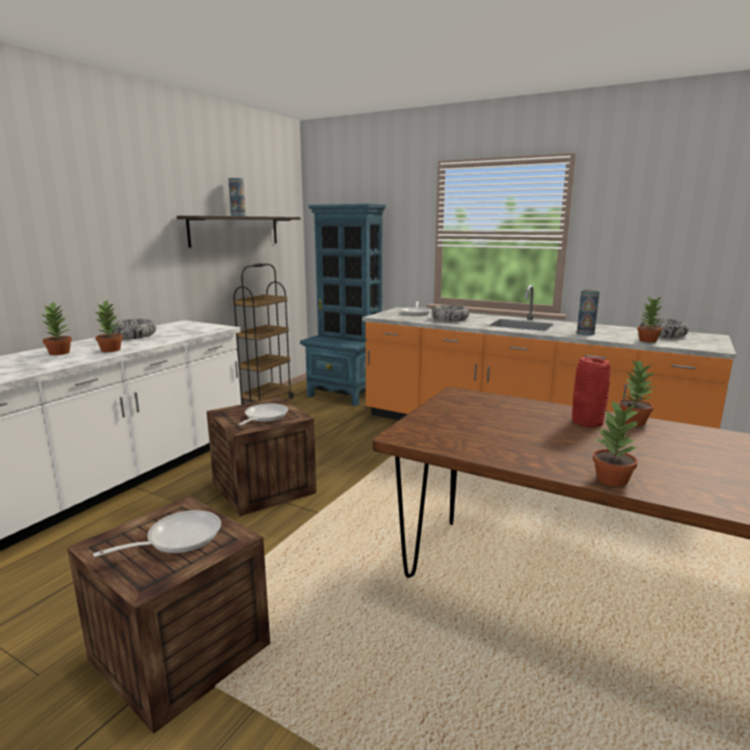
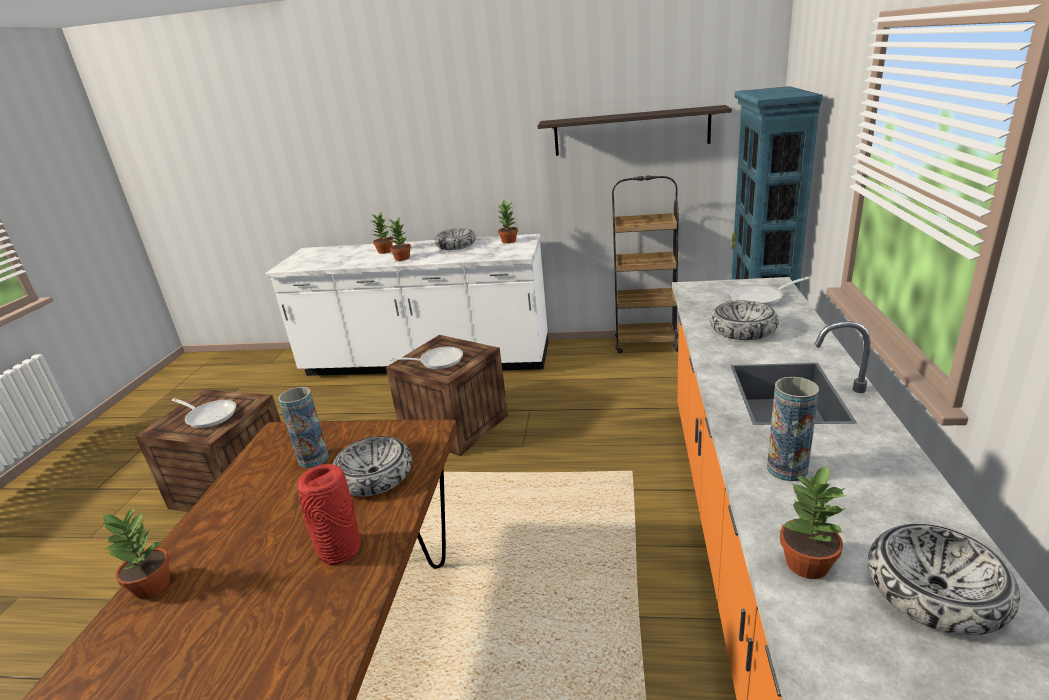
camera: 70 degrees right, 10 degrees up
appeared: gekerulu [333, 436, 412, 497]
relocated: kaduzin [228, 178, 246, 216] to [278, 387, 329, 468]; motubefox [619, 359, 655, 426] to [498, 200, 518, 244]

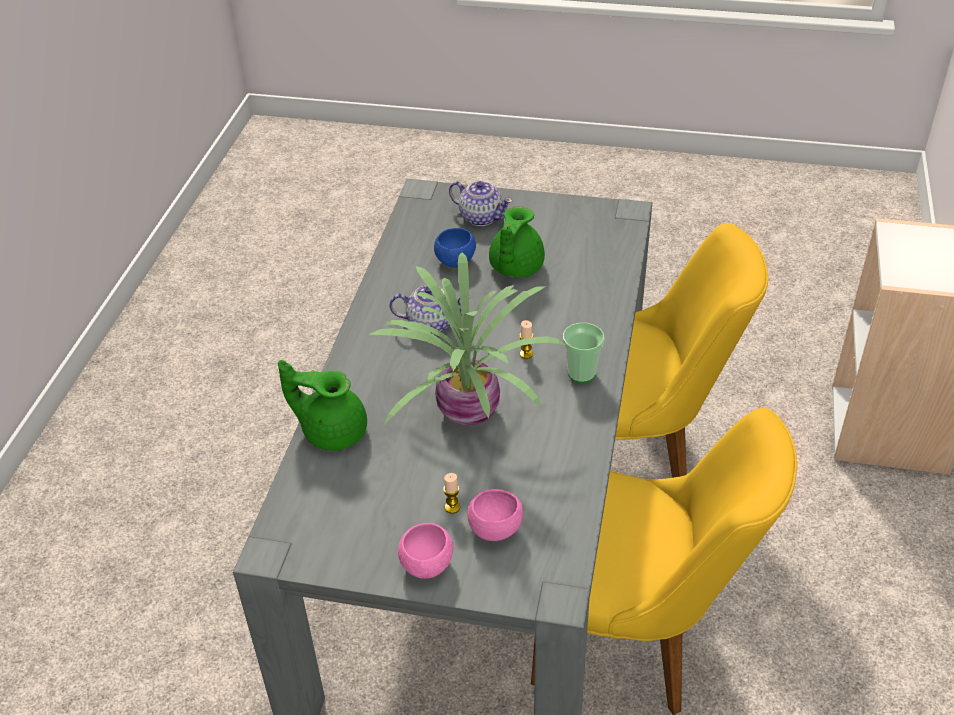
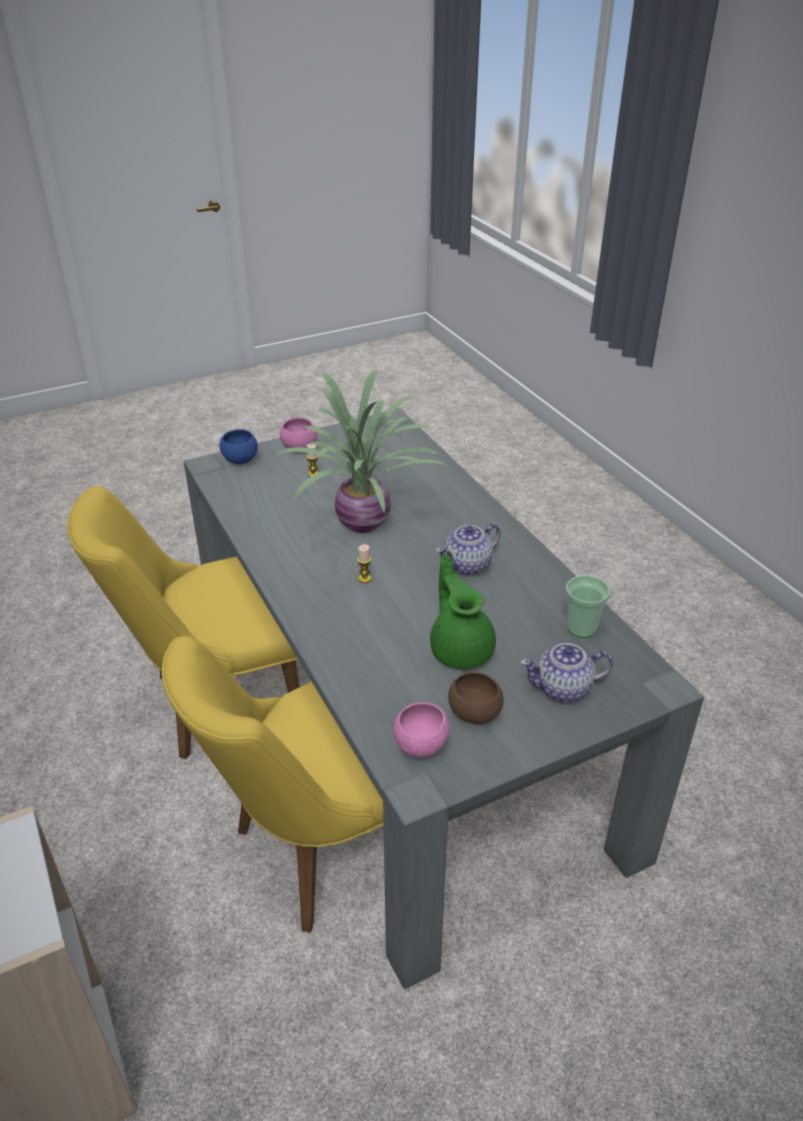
camera: 140 degrees right, 5 degrees down
missing: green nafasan [278, 360, 367, 451]
appeared: brown gekerulu [448, 672, 504, 724]
relocated: blue gekerulu [434, 228, 476, 267] to [219, 429, 258, 465]; pink gekerulu [467, 489, 523, 541] to [393, 702, 450, 758]; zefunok [563, 323, 605, 383] to [566, 575, 610, 638]

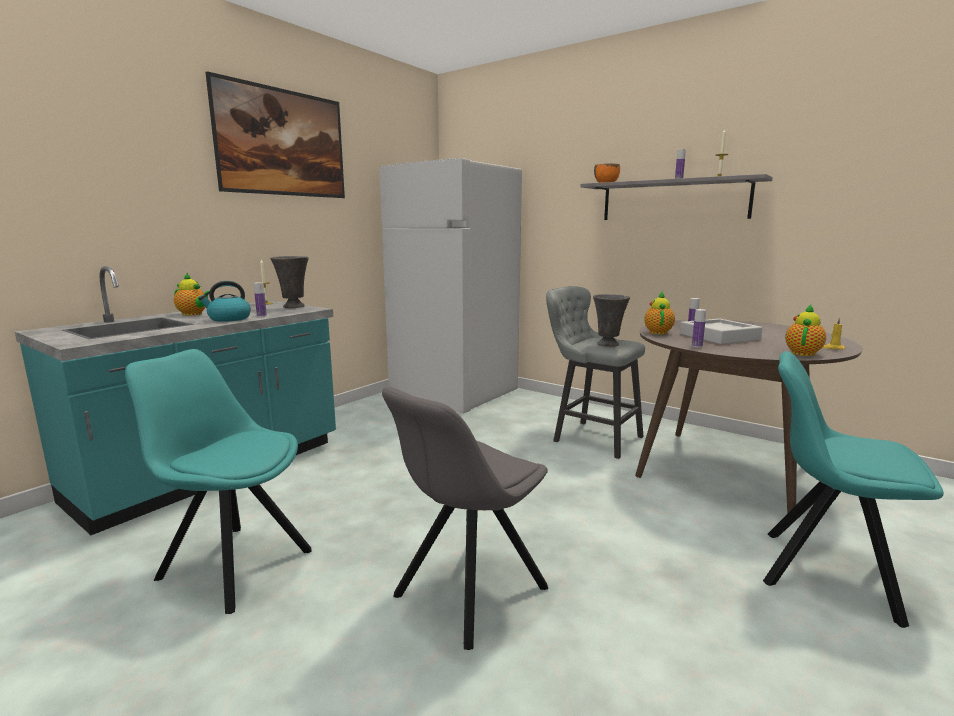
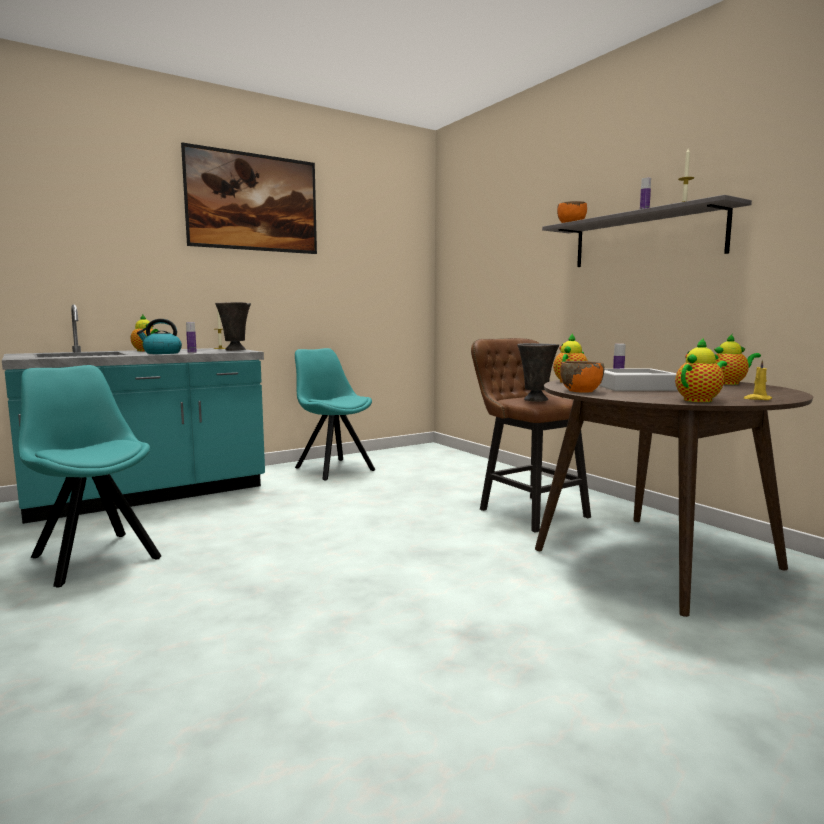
camera: 20 degrees right, 5 degrees down
missing: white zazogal [379, 158, 522, 414]; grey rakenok [382, 387, 548, 650]
appeared: nafasan [714, 334, 761, 385]
relocated: turquoise rakenok [763, 351, 944, 628] to [295, 348, 375, 480]
exchanged: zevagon [692, 309, 706, 348] to orange gekerulu [560, 361, 604, 393]
colour: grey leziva [546, 286, 645, 459] to brown leziva [471, 338, 591, 533]

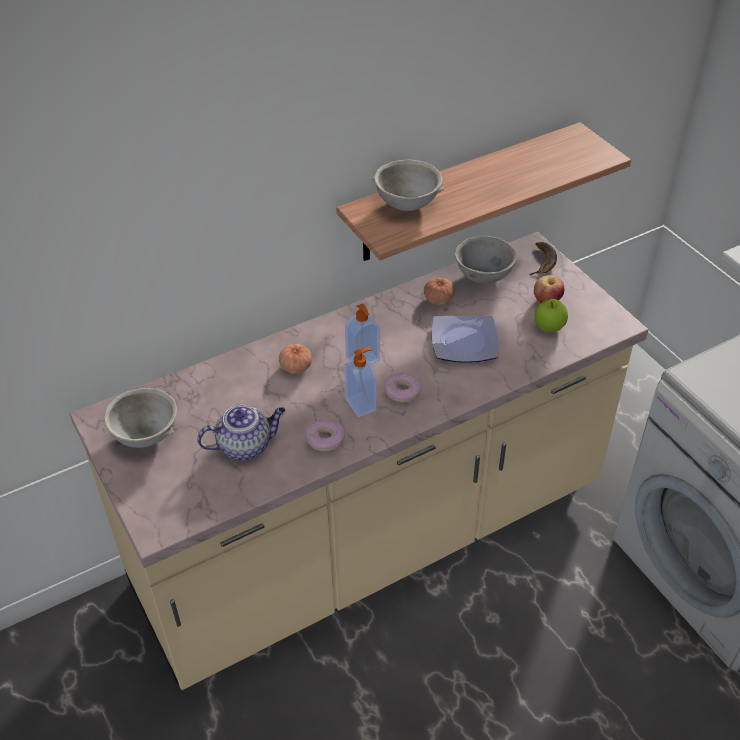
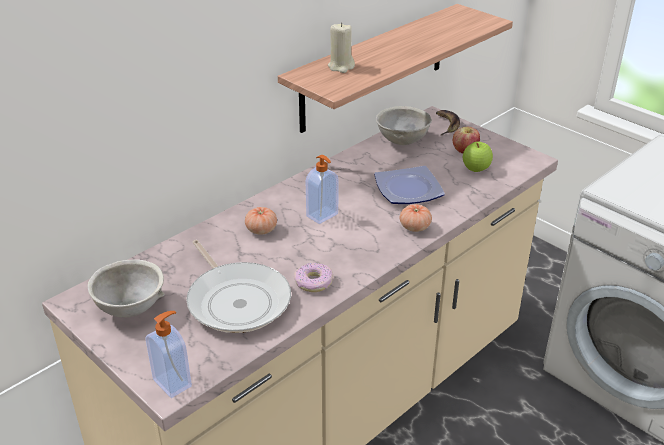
camera: 15 degrees left, 10 degrees down
missing: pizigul [384, 372, 422, 403]
relocated: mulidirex [344, 347, 377, 417] to [146, 311, 192, 398]; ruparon [424, 278, 455, 305] to [399, 204, 432, 232]
exchanged: nafasan [197, 405, 285, 460] to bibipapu [186, 240, 291, 333]; grey gekerulu [372, 160, 444, 211] to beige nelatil [328, 22, 355, 73]

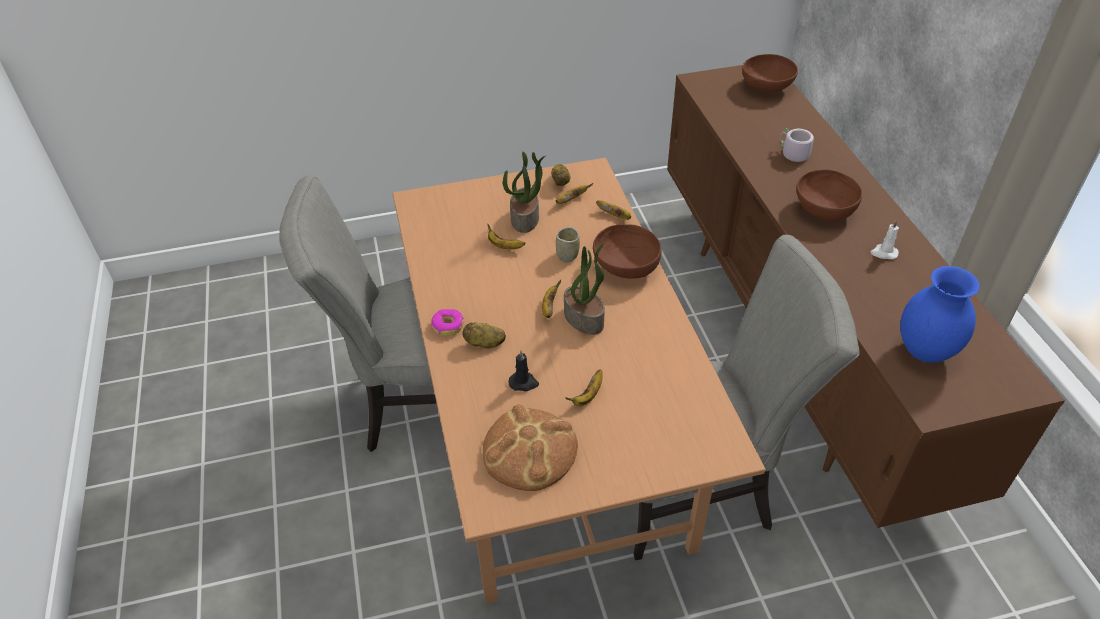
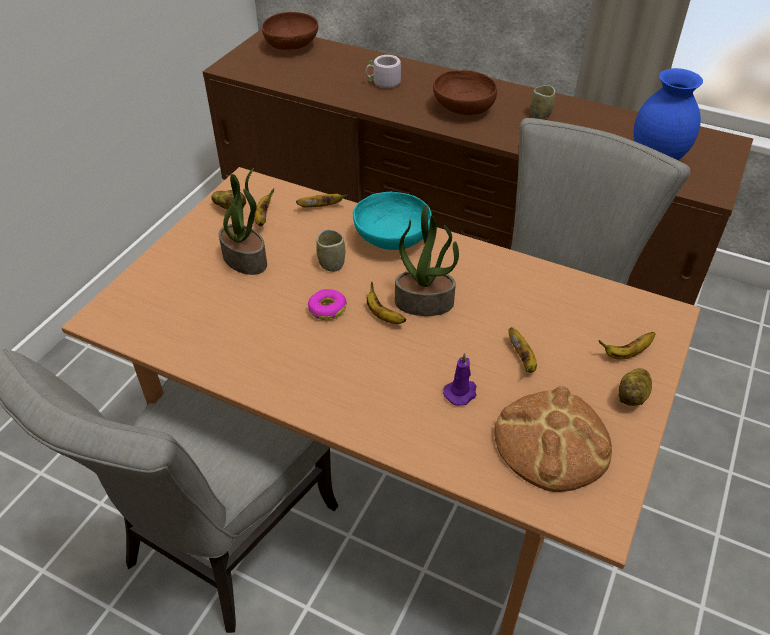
camera: 50 degrees left, 0 degrees up
relocated: pizigul [431, 309, 464, 336] to [308, 289, 347, 320]; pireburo [462, 323, 506, 349] to [618, 368, 652, 406]; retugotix [488, 224, 525, 249] to [598, 332, 655, 360]
exchanged: white nelatil [870, 219, 899, 259] to zefunok [531, 85, 555, 119]
colour: black nelatil [509, 350, 539, 391] to purple nelatil [443, 353, 476, 406]; brown gekerulu [593, 224, 662, 278] to turquoise gekerulu [353, 192, 432, 250]

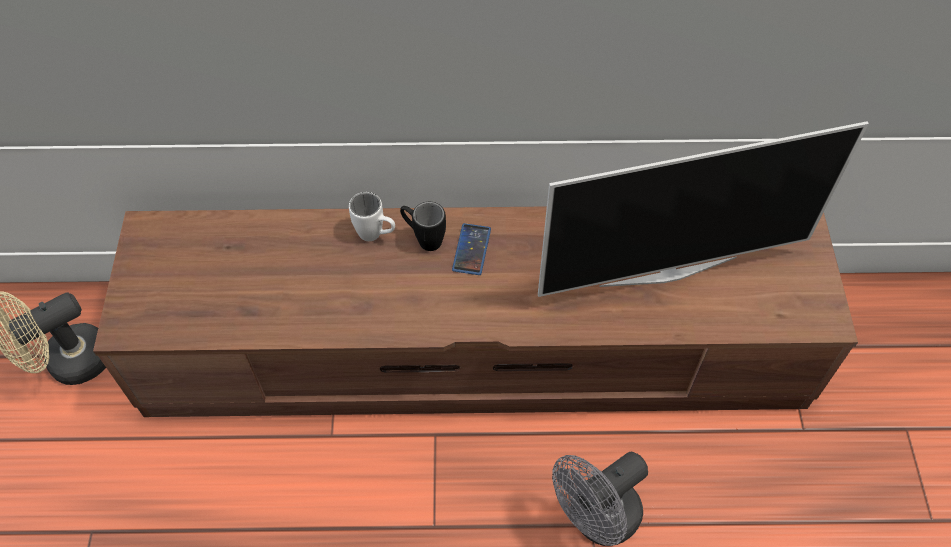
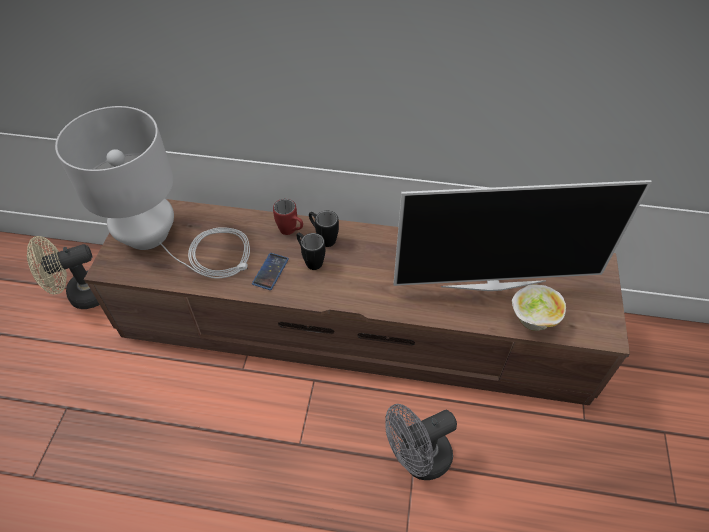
camera: 10 degrees right, 5 degrees down
appeared: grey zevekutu [55, 106, 250, 278]; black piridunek [297, 233, 325, 270]; gekerulu [512, 284, 566, 331]
relocated: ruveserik [452, 223, 491, 275] to [252, 253, 289, 290]
colour: white piridunek [349, 192, 395, 241] to red piridunek [273, 199, 303, 235]

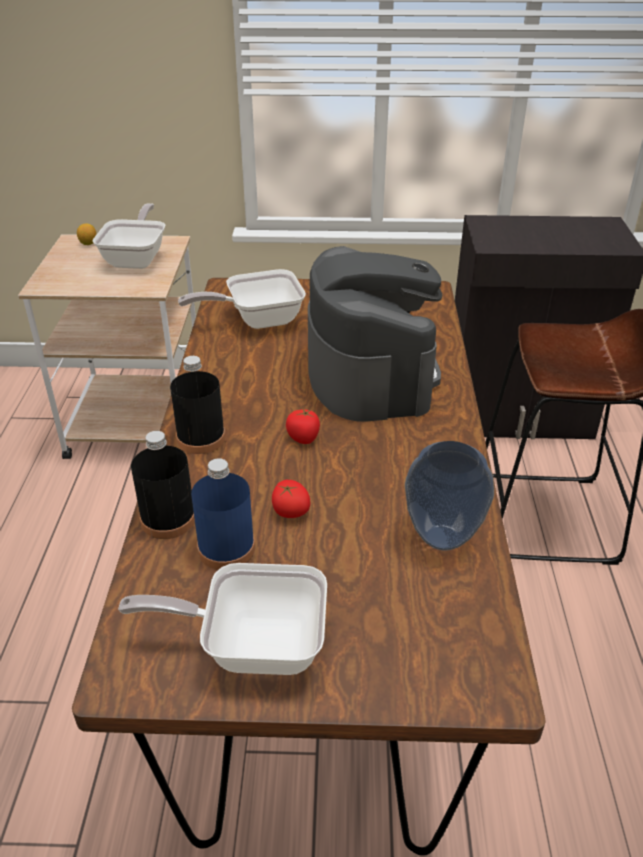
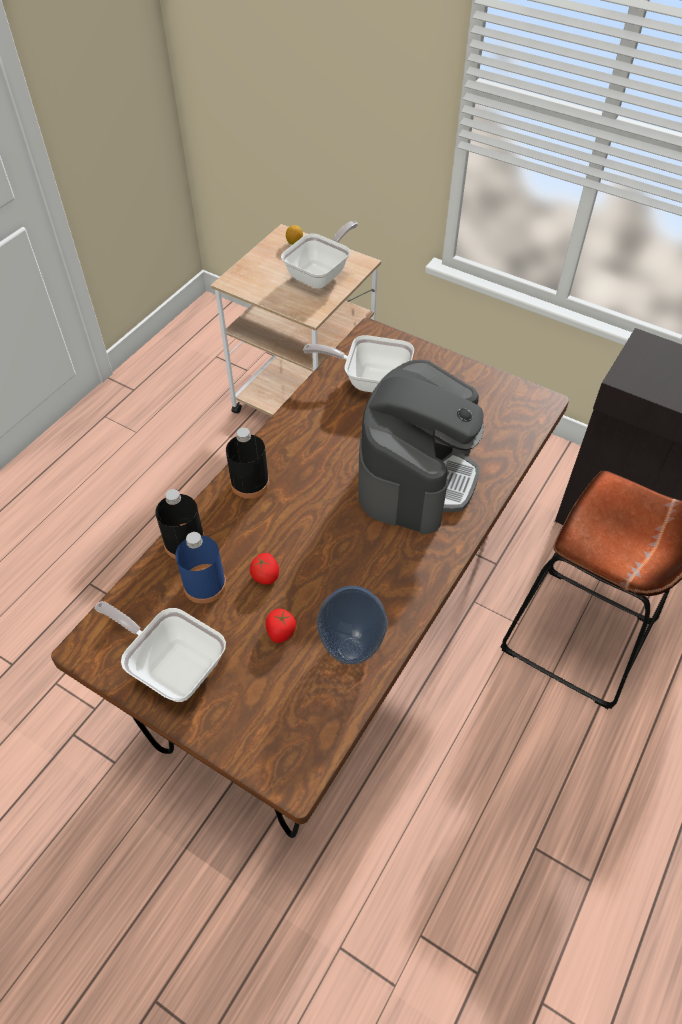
camera: 30 degrees right, 15 degrees up
relocated: ruparon [286, 408, 320, 444] to [265, 608, 296, 643]

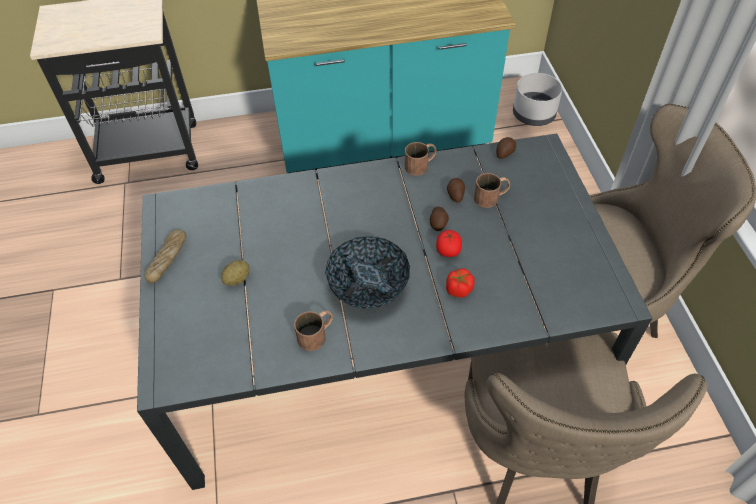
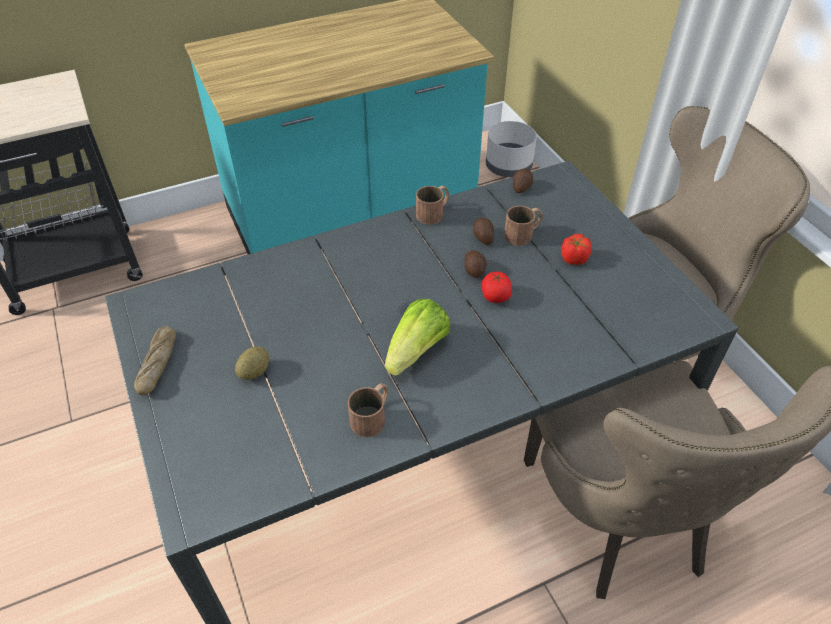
camera: 15 degrees left, 5 degrees down
relocated: ruparon [446, 268, 474, 298] to [561, 234, 592, 265]
exchanged: gekerulu [325, 236, 410, 309] to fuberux [385, 299, 450, 376]

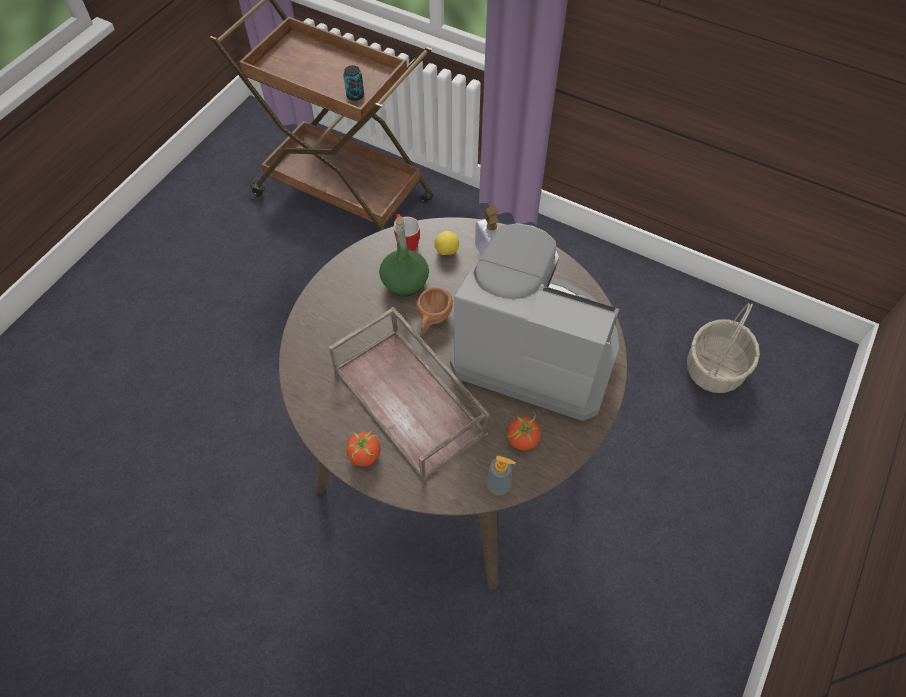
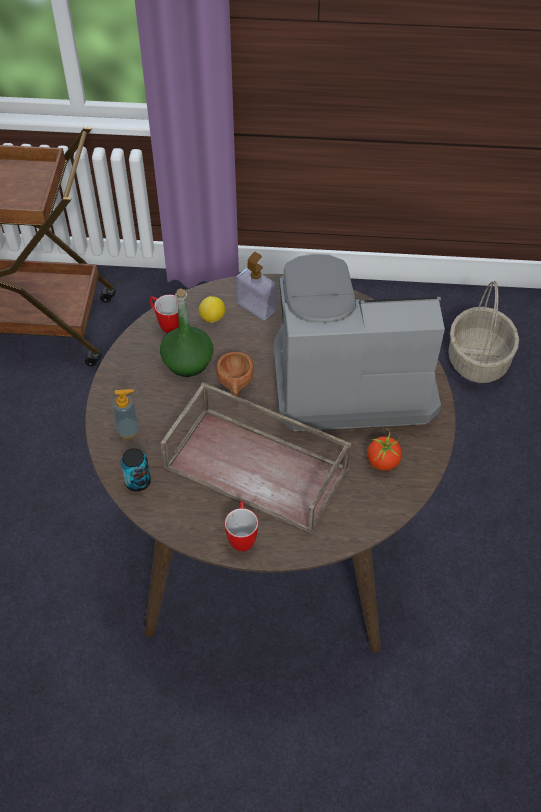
camera: 25 degrees left, 5 degrees down
relocated: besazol [343, 65, 364, 101] to [121, 448, 151, 492]; mulidirex [486, 456, 516, 496] to [112, 389, 140, 439]
exchanged: ruparon [344, 430, 380, 466] to piridunek [225, 501, 258, 551]

